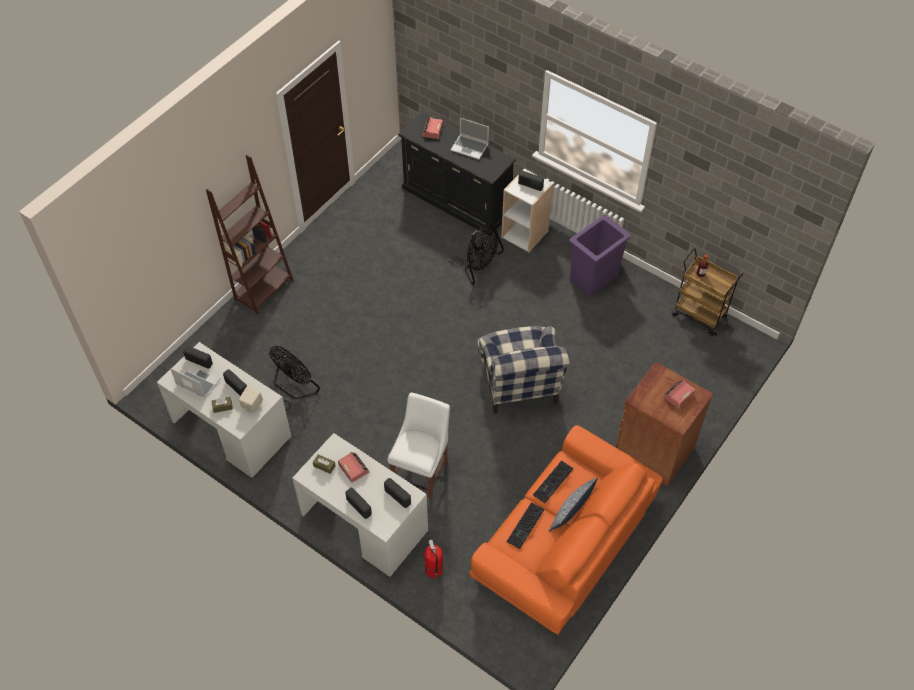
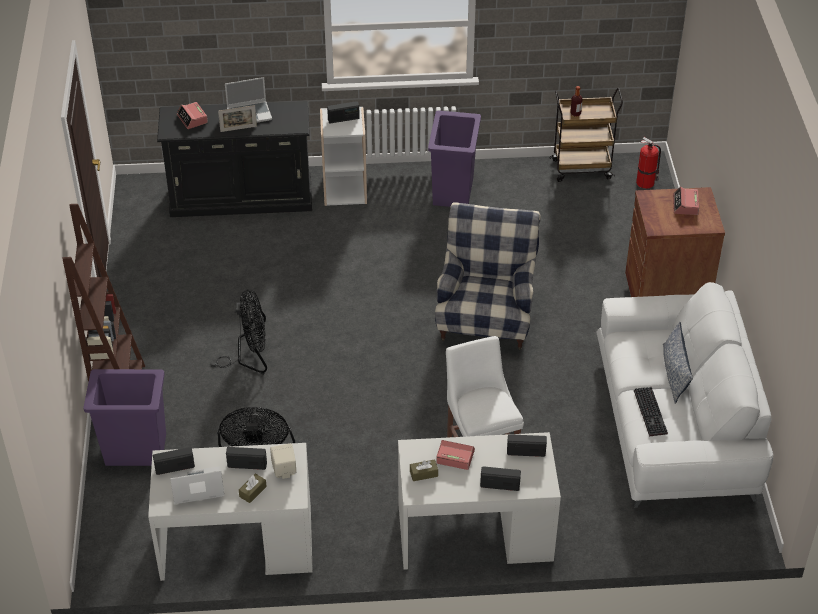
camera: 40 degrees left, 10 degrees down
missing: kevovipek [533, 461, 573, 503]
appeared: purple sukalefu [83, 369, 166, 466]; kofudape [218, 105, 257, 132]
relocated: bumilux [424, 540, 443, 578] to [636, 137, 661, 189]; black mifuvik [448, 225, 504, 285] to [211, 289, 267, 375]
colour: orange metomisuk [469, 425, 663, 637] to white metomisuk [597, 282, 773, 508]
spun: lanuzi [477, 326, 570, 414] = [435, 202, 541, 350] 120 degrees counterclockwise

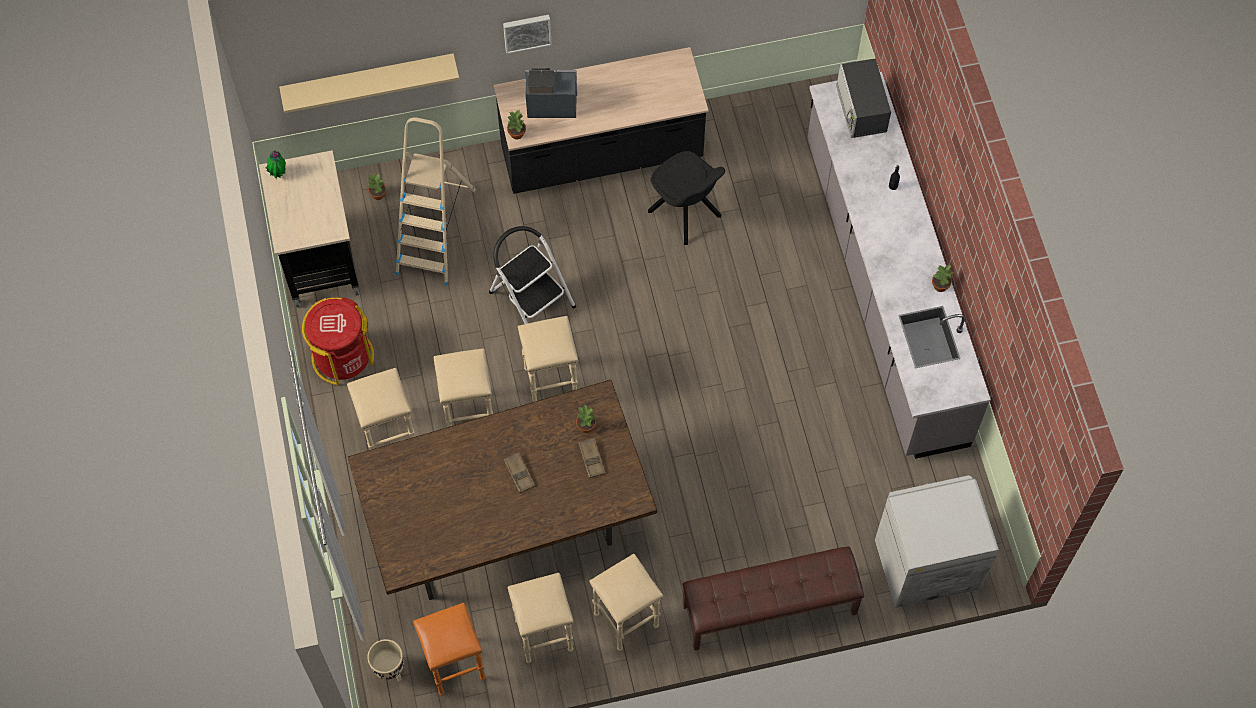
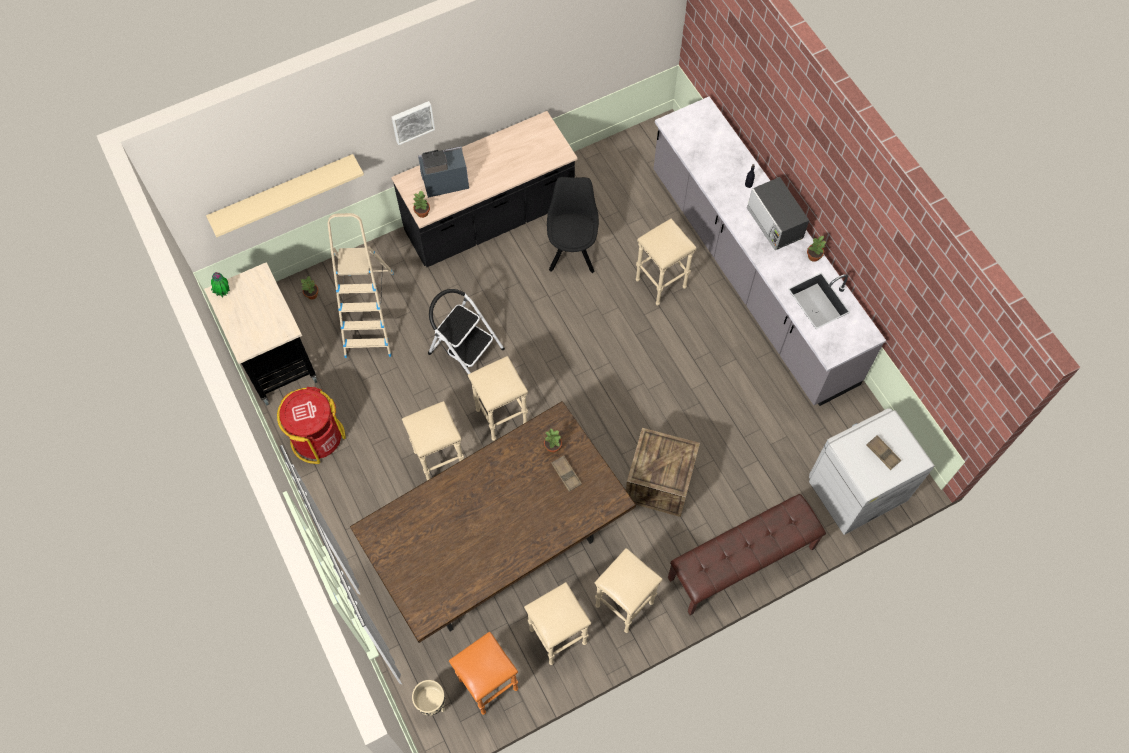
camera: 15 degrees left, 0 degrees up
appeared: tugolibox [626, 428, 700, 517]
relocated: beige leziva [347, 368, 415, 450] to [636, 219, 697, 306]; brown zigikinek [504, 452, 535, 493] to [867, 436, 901, 470]; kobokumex [836, 58, 891, 138] to [747, 177, 809, 250]
spun: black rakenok [648, 151, 725, 245] = [547, 177, 599, 273] 120 degrees counterclockwise

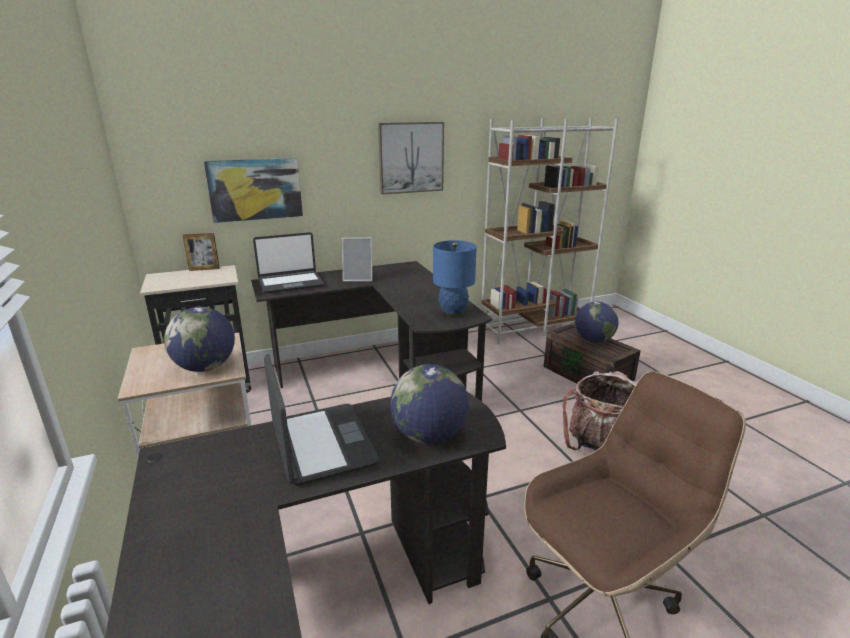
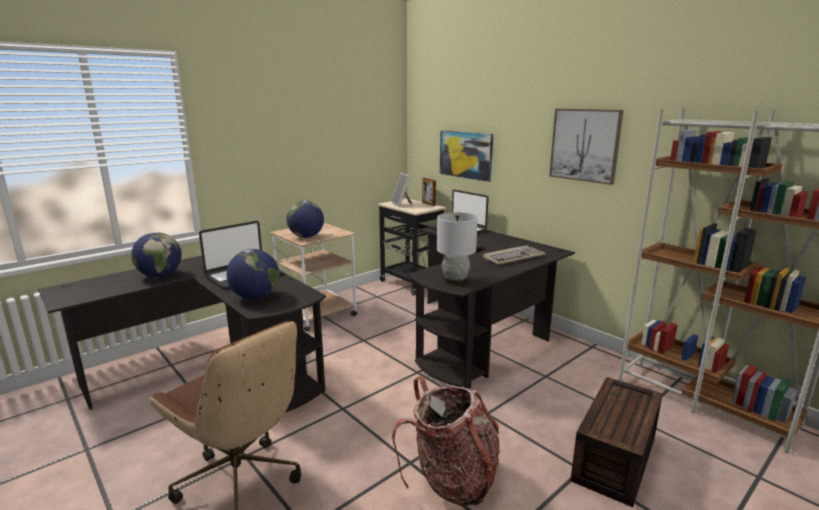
camera: 70 degrees right, 5 degrees down
appeared: kevovipek [483, 245, 546, 265]
relocated: kofudape [342, 238, 372, 282] to [391, 173, 413, 207]; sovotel [575, 301, 619, 343] to [131, 232, 182, 277]
colour: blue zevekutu [433, 240, 477, 318] to white zevekutu [437, 212, 478, 284]

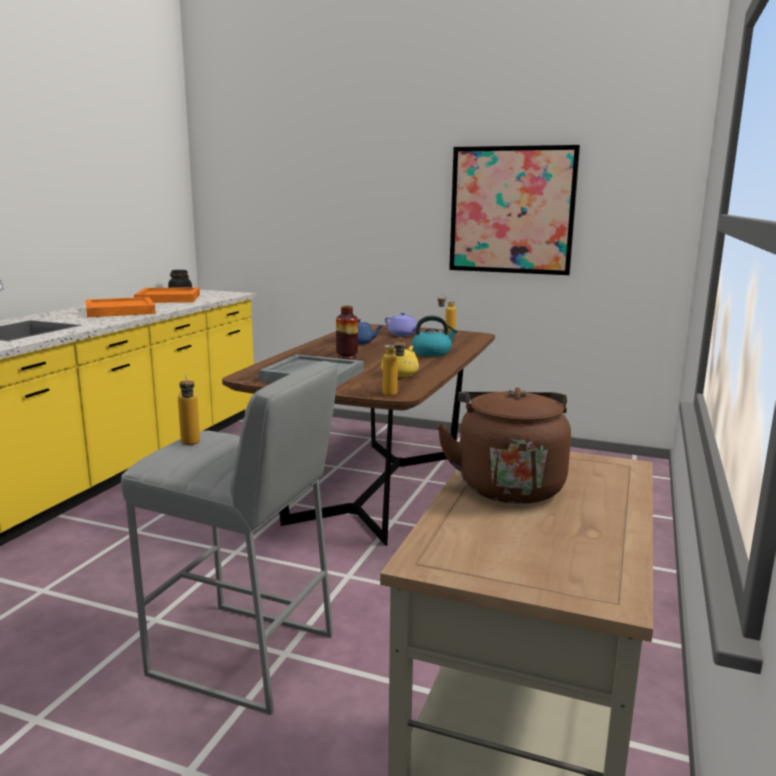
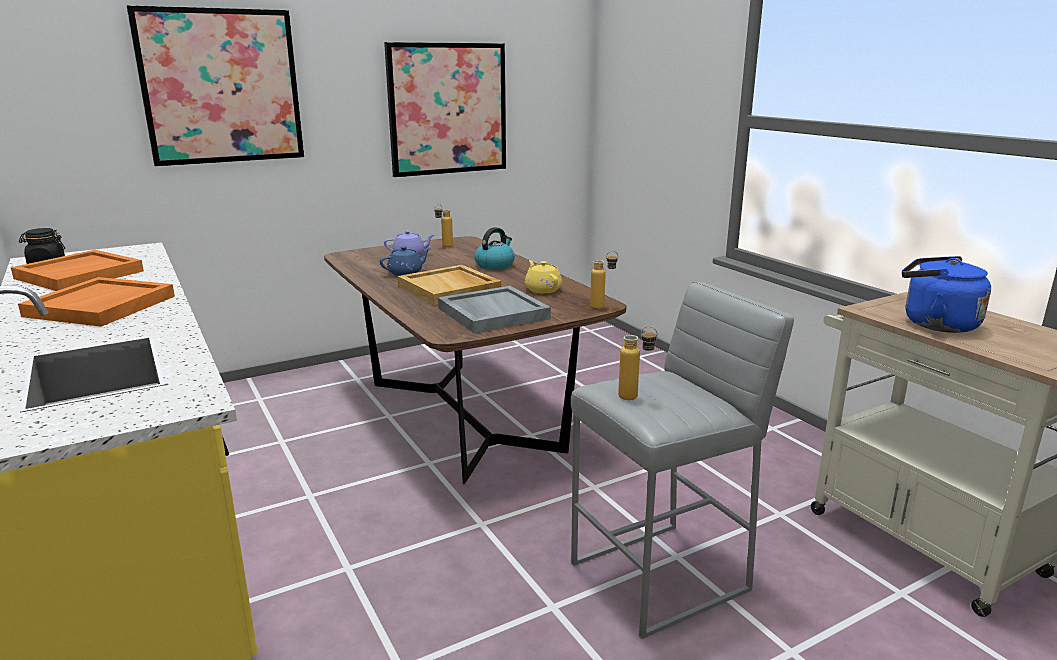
camera: 50 degrees left, 5 degrees up
appeared: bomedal [126, 5, 304, 166]
exchanged: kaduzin [336, 306, 358, 359] to beige zigikinek [398, 265, 501, 305]
colour: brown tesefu [437, 388, 571, 504] to blue tesefu [902, 256, 991, 333]

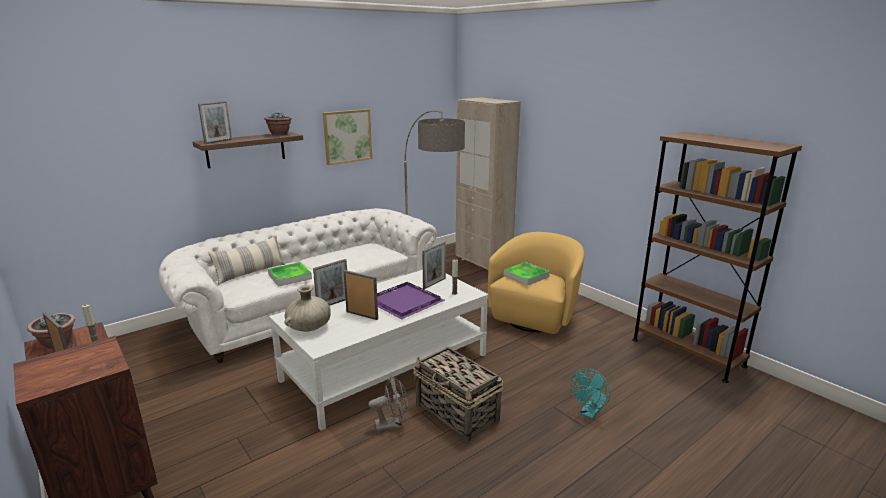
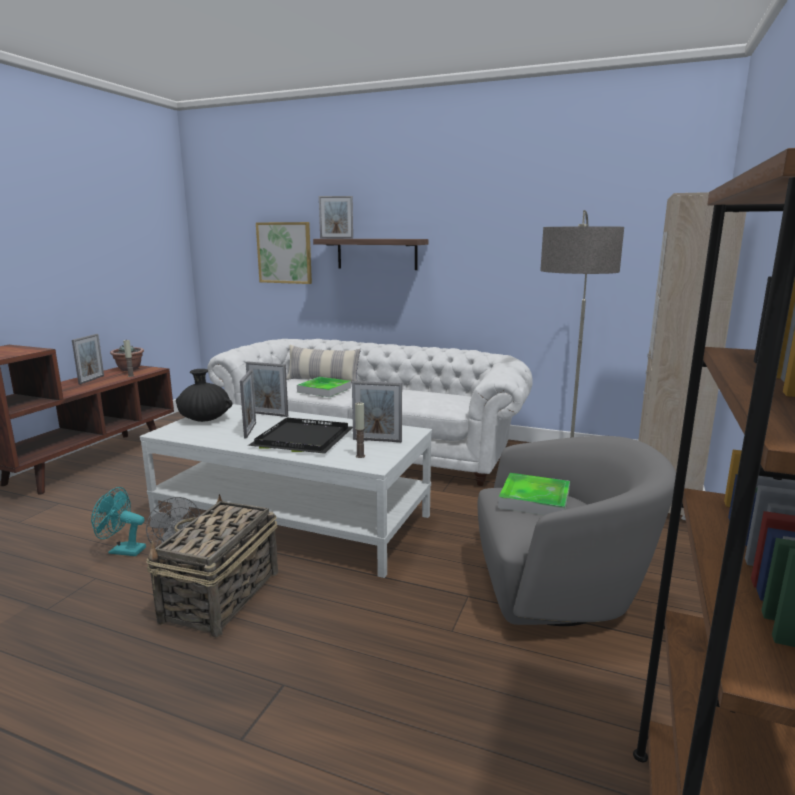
camera: 60 degrees right, 5 degrees down
missing: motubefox [264, 112, 292, 136]
relocated: bomedal [323, 109, 372, 165] to [256, 222, 312, 284]; turquoise mifuvik [571, 368, 610, 419] to [91, 487, 146, 556]
colour: beige kaduzin [284, 285, 331, 332] to black kaduzin [176, 369, 233, 422]; purple zigikinek [377, 282, 445, 320] to black zigikinek [247, 417, 353, 454]; yellow lanuzi [488, 232, 585, 334] to grey lanuzi [478, 436, 676, 626]

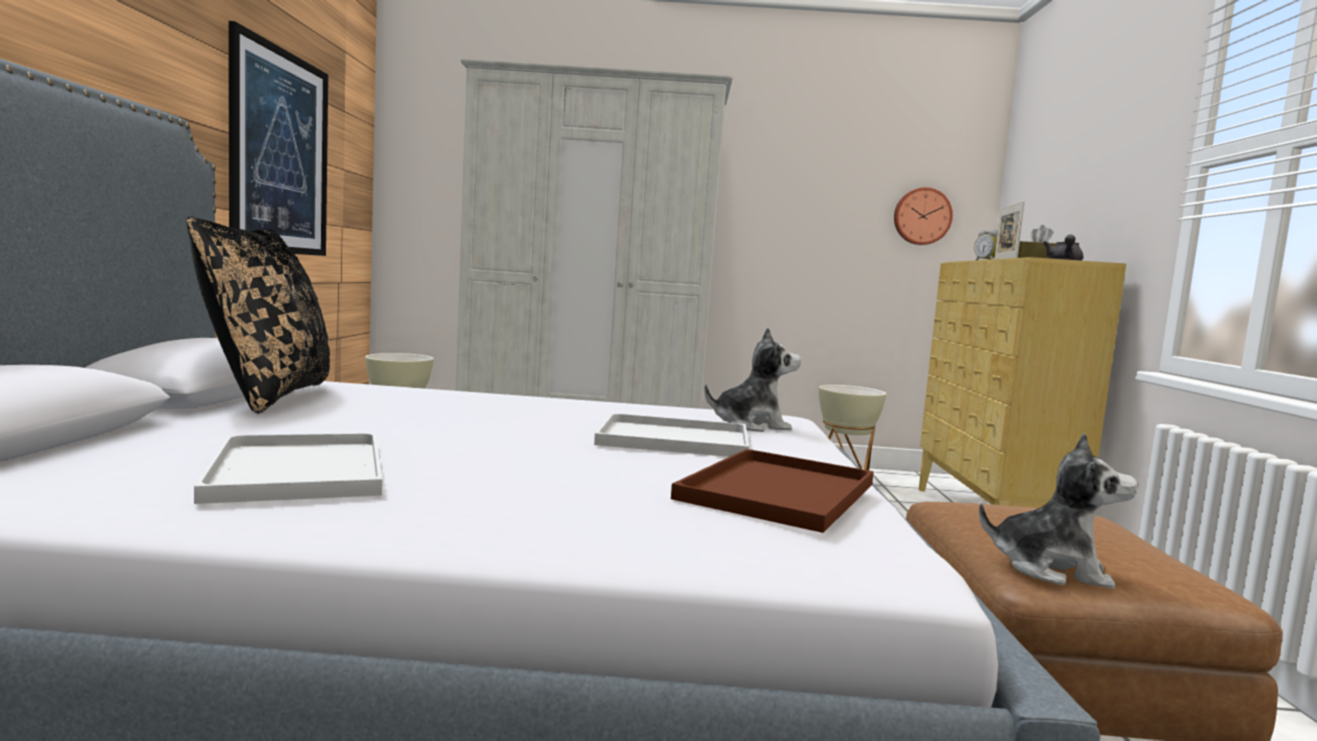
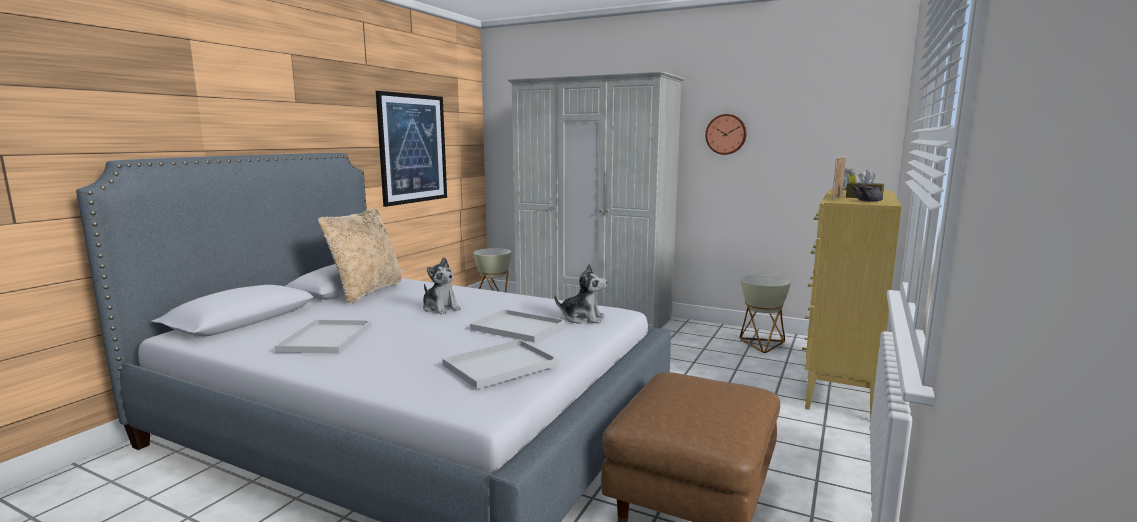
camera: 25 degrees right, 5 degrees up
relocated: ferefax [894, 187, 953, 245] to [705, 114, 747, 155]; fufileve [979, 433, 1138, 589] to [423, 257, 461, 315]
colour: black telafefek [186, 217, 330, 413] to beige telafefek [318, 208, 402, 303]; brown zigikinek [671, 449, 874, 533] to white zigikinek [442, 339, 559, 389]

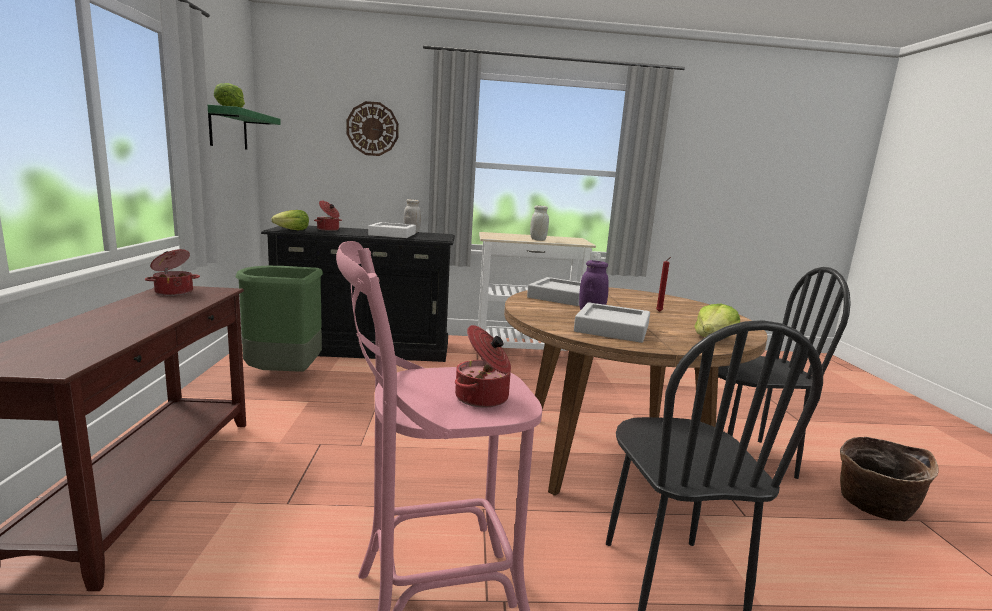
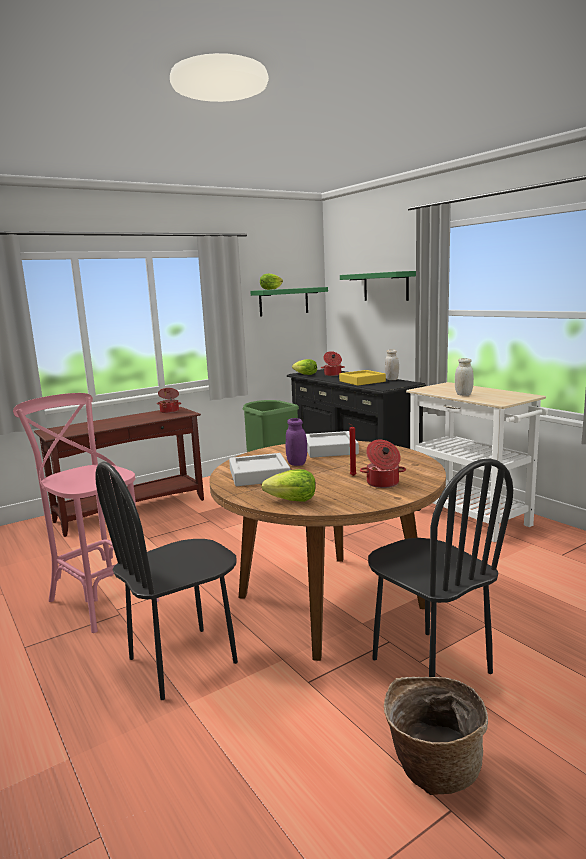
camera: 60 degrees right, 0 degrees up
relocated: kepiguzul [455, 325, 511, 408] to [360, 439, 406, 488]
exchanged: ferefax [347, 101, 399, 156] to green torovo [340, 271, 416, 301]
colour: white zigikinek [368, 222, 416, 238] to yellow zigikinek [339, 370, 386, 386]

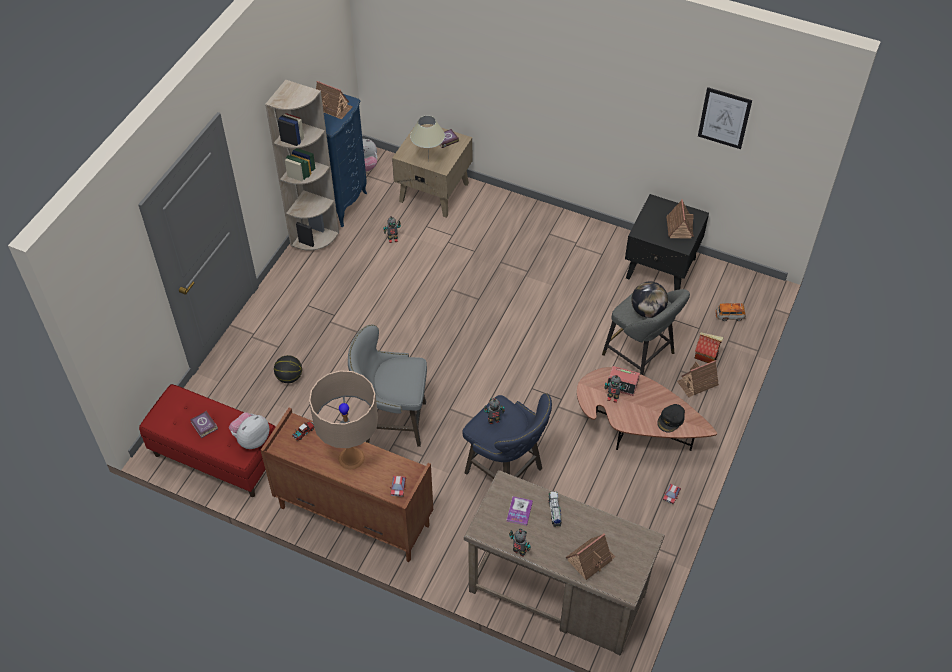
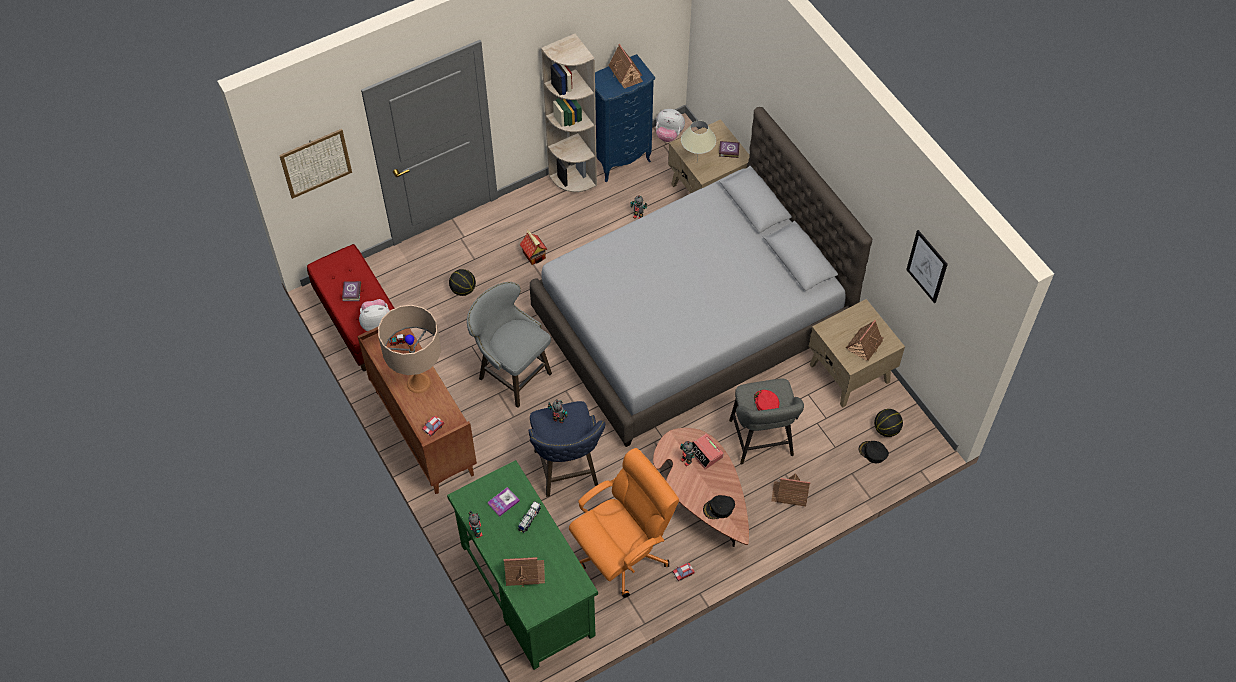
camera: 35 degrees right, 5 degrees up
appeared: bomedal [279, 129, 352, 199]; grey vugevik [530, 107, 872, 447]; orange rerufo [569, 448, 679, 598]; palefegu [874, 409, 903, 437]
relocated: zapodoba [695, 332, 723, 363] to [520, 230, 547, 265]
exchanged: sovotel [631, 281, 668, 318] to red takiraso [754, 390, 779, 410]; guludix [715, 303, 746, 321] to black takiraso [859, 441, 889, 463]
colour: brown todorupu [464, 470, 665, 655] to green todorupu [447, 460, 598, 670]; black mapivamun [625, 194, 709, 290] to beige mapivamun [809, 299, 905, 408]

